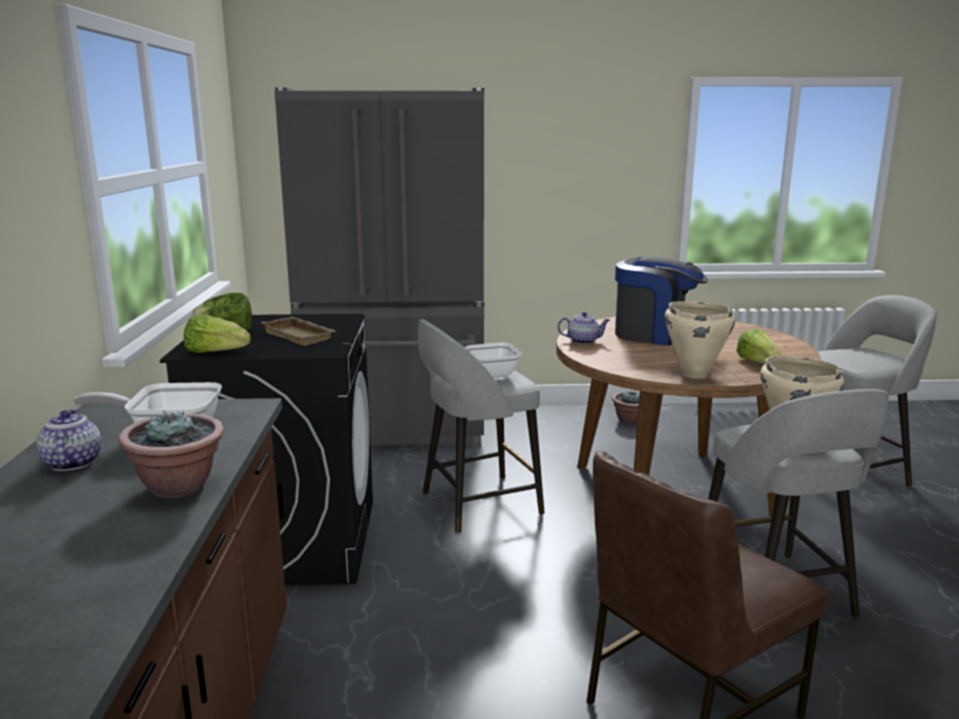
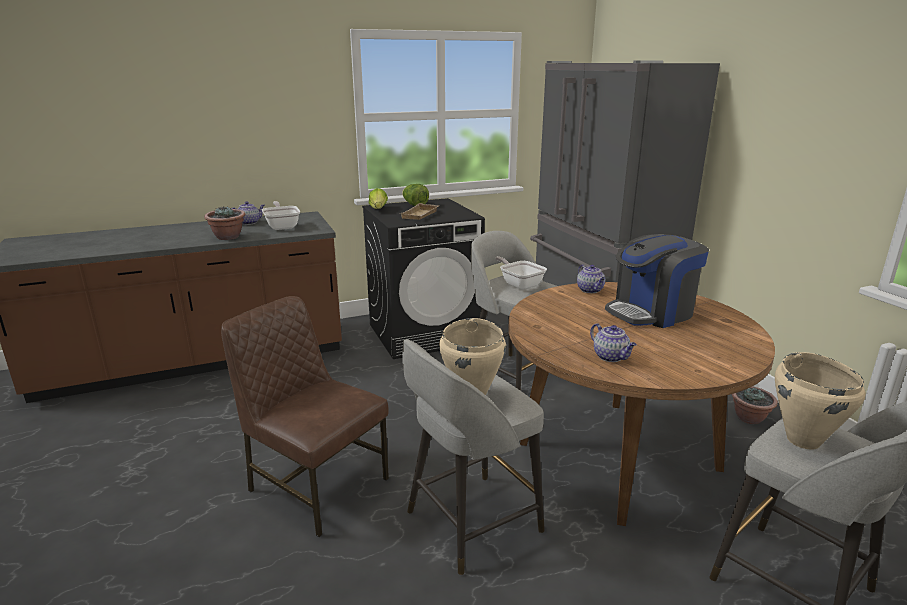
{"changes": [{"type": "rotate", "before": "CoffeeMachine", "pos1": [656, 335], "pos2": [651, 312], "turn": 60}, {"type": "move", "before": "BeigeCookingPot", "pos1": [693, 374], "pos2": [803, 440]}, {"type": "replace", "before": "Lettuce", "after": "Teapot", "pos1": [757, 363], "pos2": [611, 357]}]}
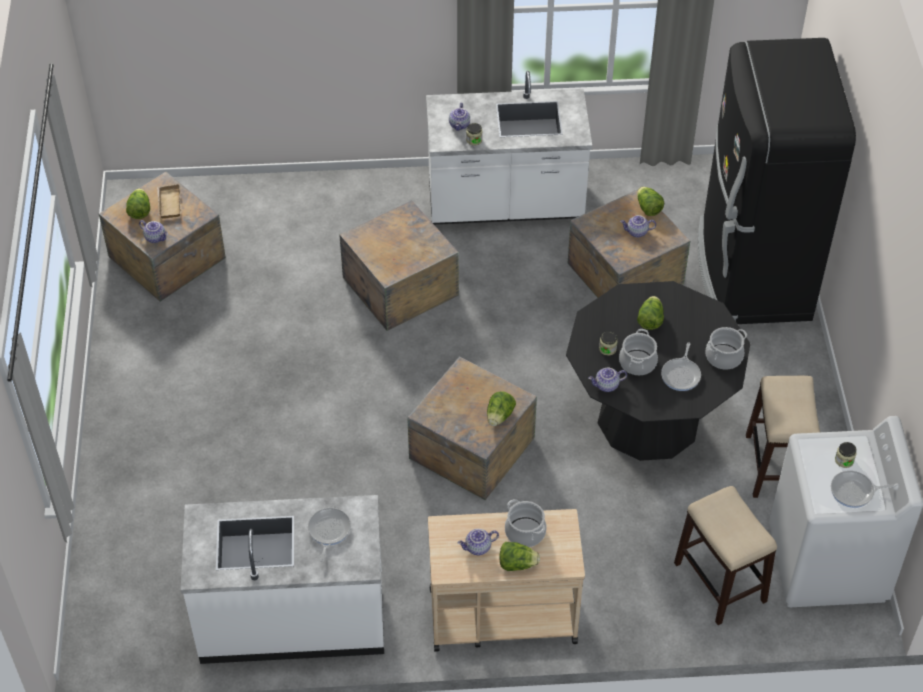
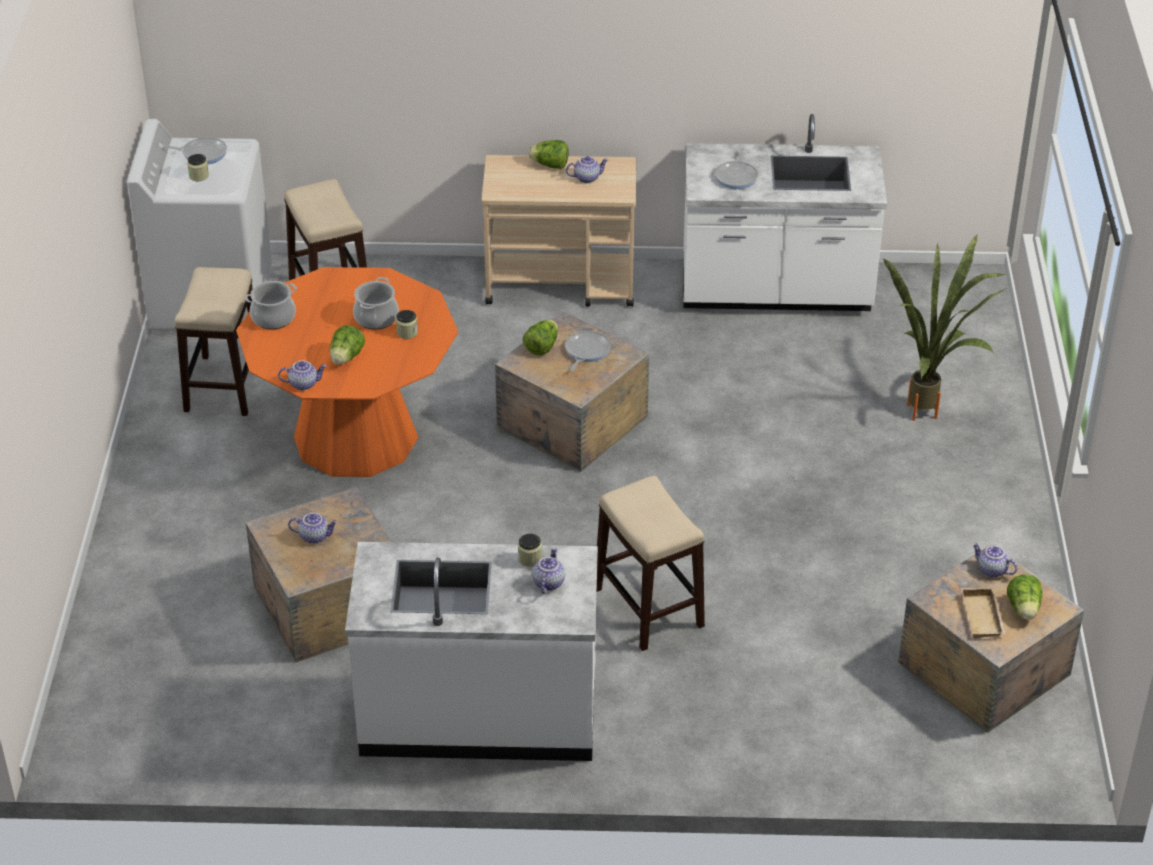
{"changes": [{"type": "delete", "before": "BlackFridge", "pos1": [751, 272]}, {"type": "delete", "before": "Lettuce", "pos1": [648, 208]}, {"type": "replace", "before": "Crate", "after": "Stool", "pos1": [398, 286], "pos2": [649, 608]}, {"type": "recolor", "before": "BlackDiningTable", "after": "OrangeDiningTable", "pos1": [648, 419], "pos2": [356, 437]}, {"type": "move", "before": "FryingPan", "pos1": [681, 374], "pos2": [586, 351]}, {"type": "move", "before": "Teapot", "pos1": [606, 386], "pos2": [303, 383]}, {"type": "delete", "before": "CookingPot", "pos1": [525, 532]}, {"type": "insert", "after": "PottedPlant", "pos2": [932, 413]}]}
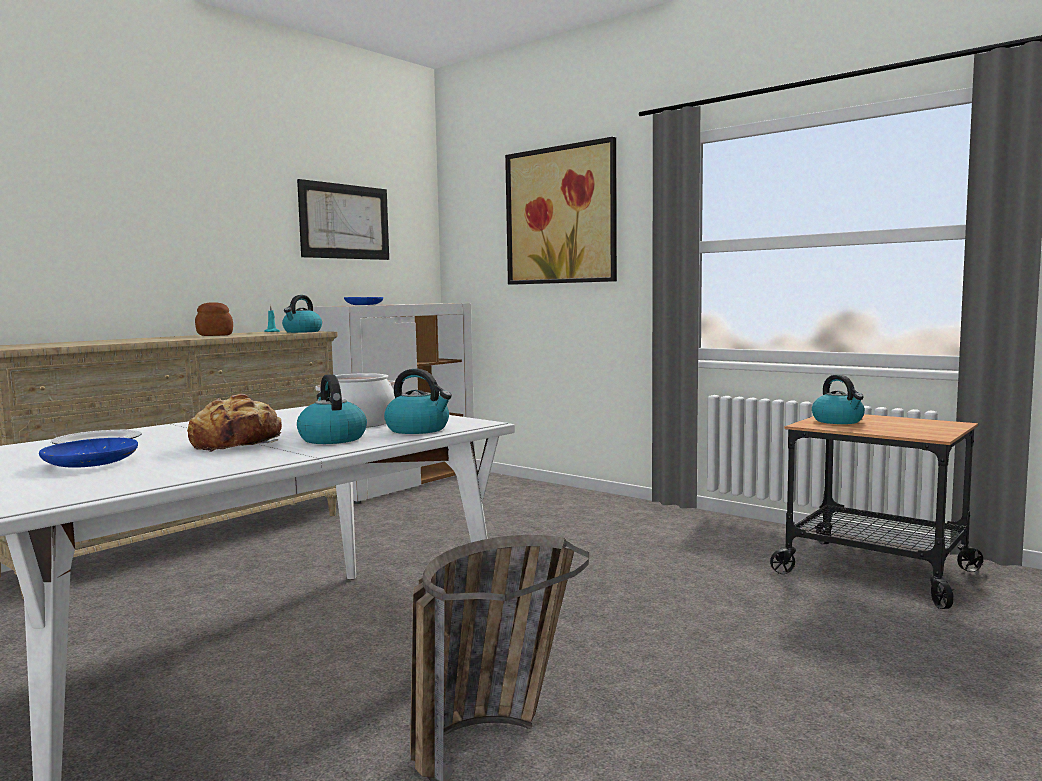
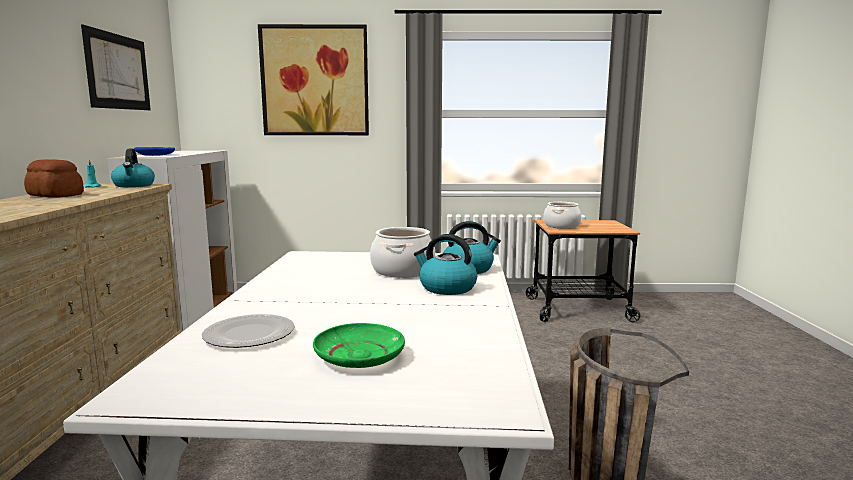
{"changes": [{"type": "replace", "before": "Kettle", "after": "CookingPot", "pos1": [838, 421], "pos2": [561, 226]}, {"type": "delete", "before": "Bread", "pos1": [237, 444]}, {"type": "recolor", "before": "BluePlate", "after": "GreenPlate", "pos1": [91, 463], "pos2": [360, 356]}]}
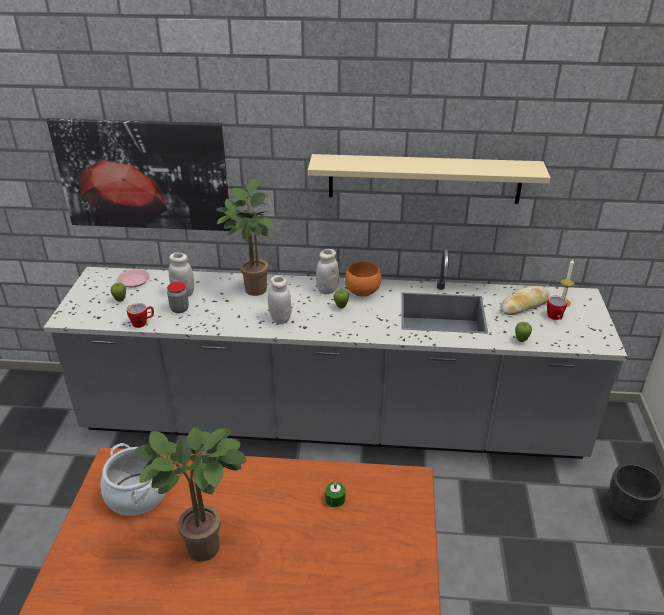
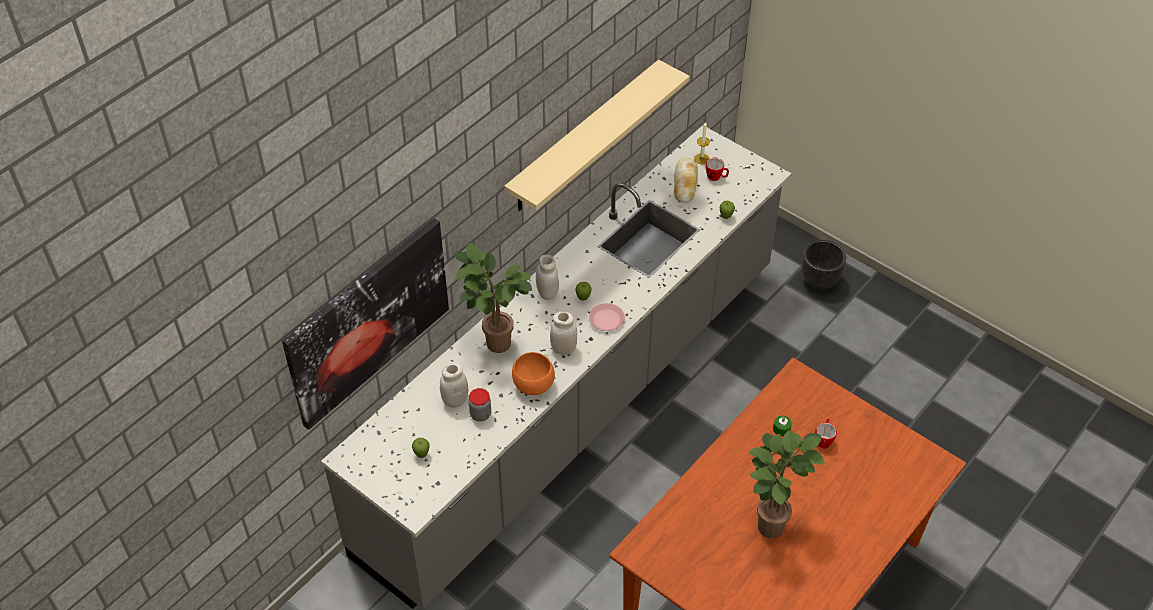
{"changes": [{"type": "move", "before": "OrangeBowl", "pos1": [361, 292], "pos2": [533, 386]}, {"type": "move", "before": "PinkPlate", "pos1": [134, 281], "pos2": [607, 320]}, {"type": "move", "before": "Mug", "pos1": [142, 323], "pos2": [823, 439]}, {"type": "delete", "before": "CookingPot", "pos1": [137, 494]}]}
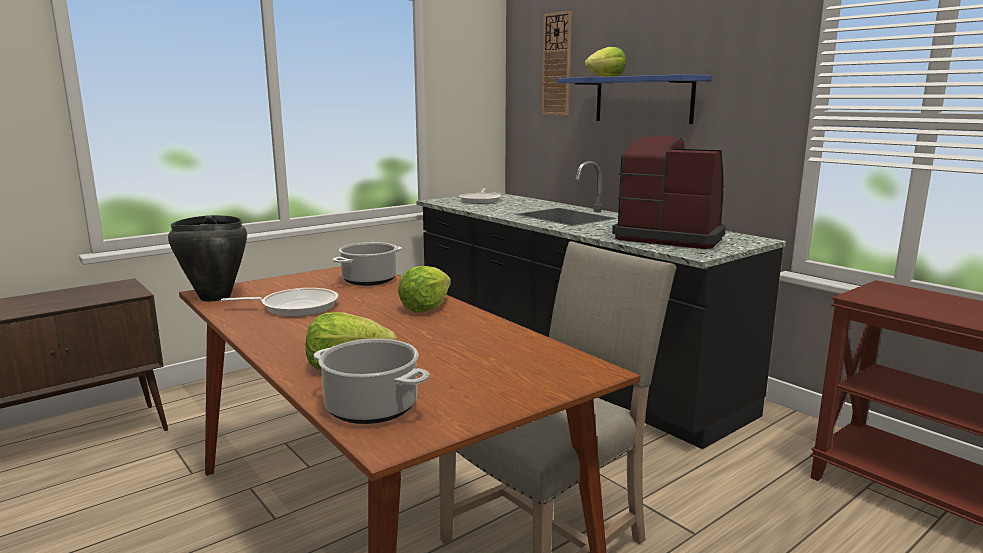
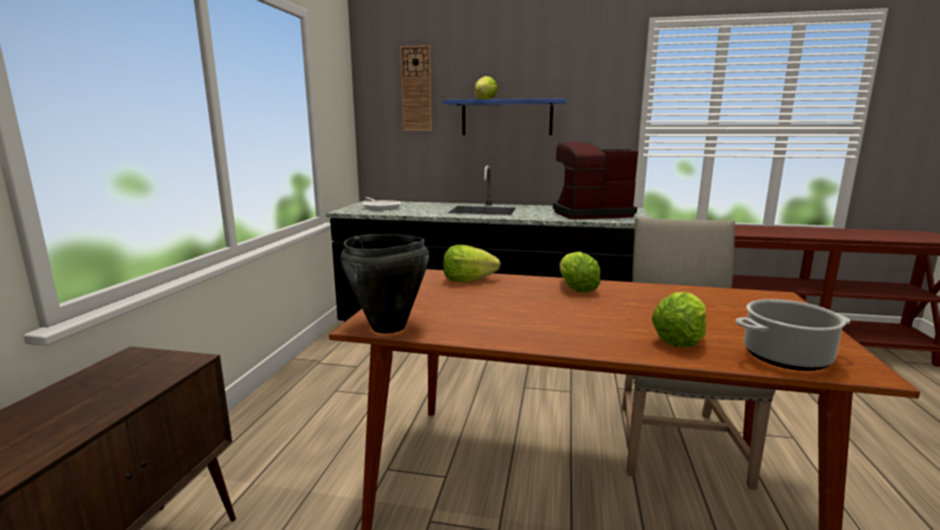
{"changes": [{"type": "replace", "before": "CookingPot", "after": "Lettuce", "pos1": [370, 280], "pos2": [468, 280]}, {"type": "delete", "before": "FryingPan", "pos1": [295, 307]}]}
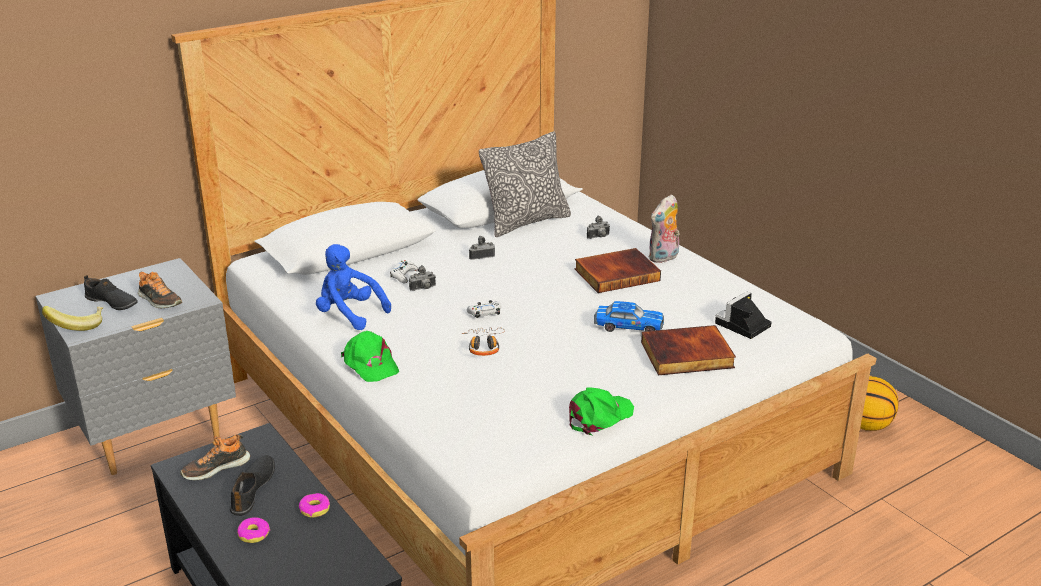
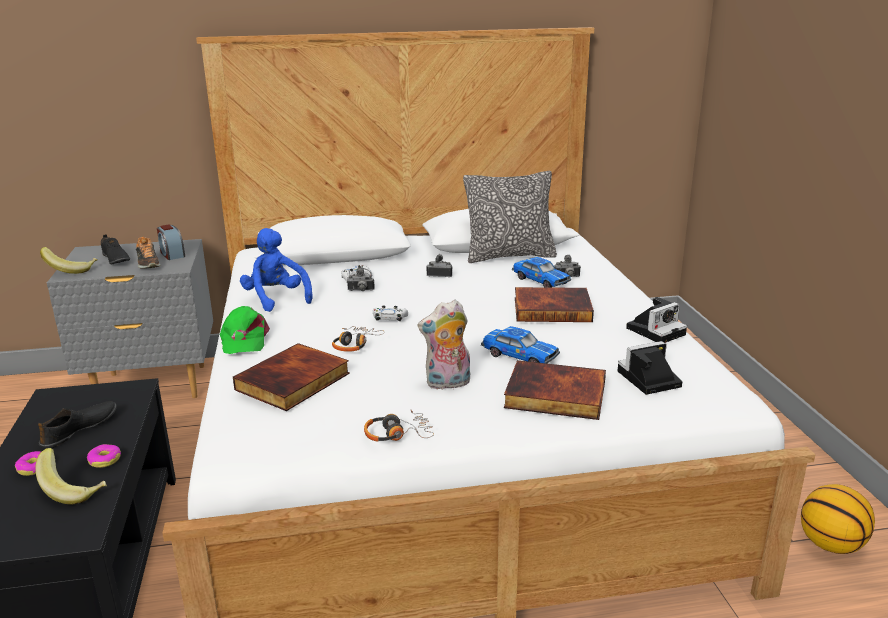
{"changes": [{"type": "move", "before": "PlushToy", "pos1": [664, 258], "pos2": [447, 384]}, {"type": "replace", "before": "GreenCap", "after": "Headphones", "pos1": [599, 417], "pos2": [398, 434]}, {"type": "delete", "before": "Shoe", "pos1": [215, 468]}, {"type": "insert", "after": "AlarmClock", "pos2": [172, 254]}, {"type": "insert", "after": "ToyCar", "pos2": [540, 280]}, {"type": "insert", "after": "PhotoCamera", "pos2": [656, 330]}, {"type": "insert", "after": "Book", "pos2": [294, 382]}, {"type": "insert", "after": "Banana", "pos2": [75, 490]}]}
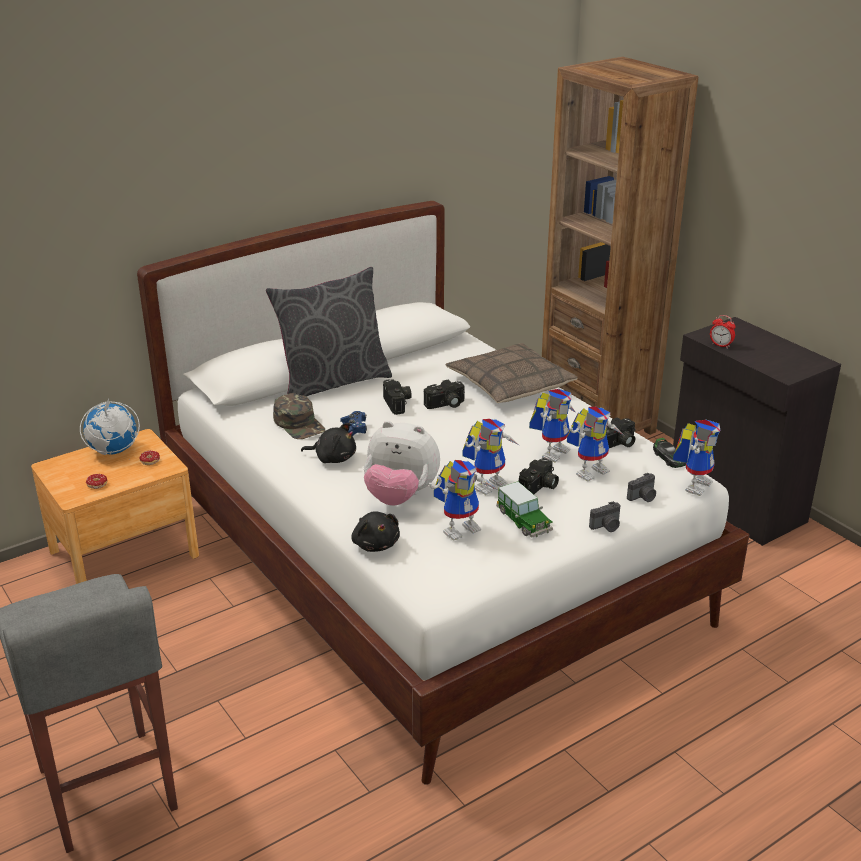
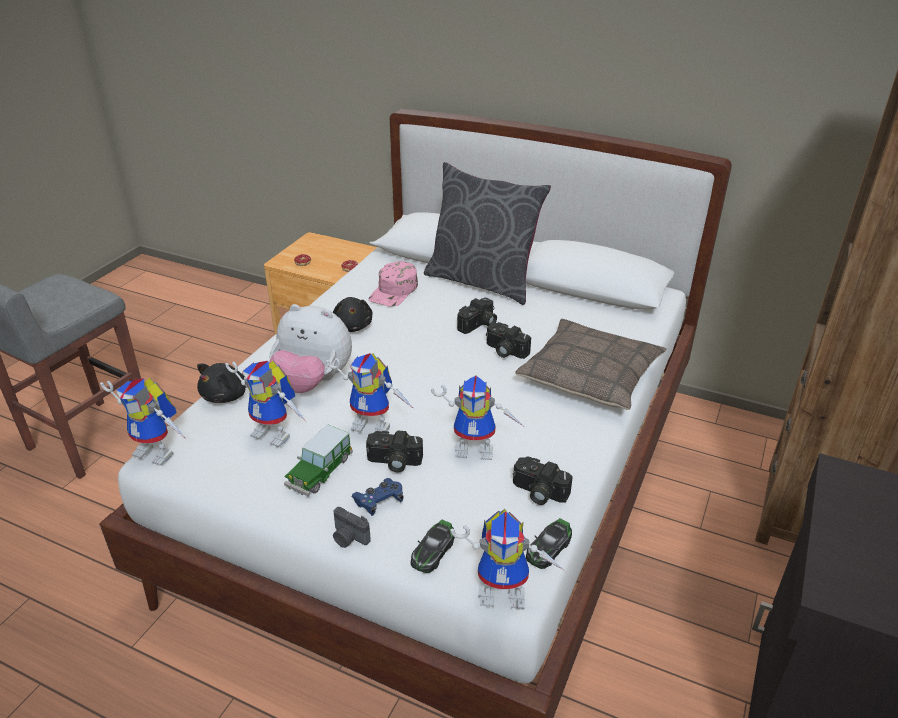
{"changes": [{"type": "delete", "before": "AlarmClock", "pos1": [720, 345]}, {"type": "recolor", "before": "GreenCap", "after": "PinkCap", "pos1": [299, 424], "pos2": [394, 291]}, {"type": "delete", "before": "Globe", "pos1": [113, 451]}, {"type": "move", "before": "ToyRobot", "pos1": [591, 470], "pos2": [160, 451]}, {"type": "move", "before": "BlueGameController", "pos1": [353, 430], "pos2": [379, 502]}, {"type": "rotate", "before": "PlushToy", "pos1": [400, 496], "pos2": [313, 382], "turn": -60}, {"type": "replace", "before": "PhotoCamera", "after": "ToyCar", "pos1": [643, 497], "pos2": [433, 550]}]}
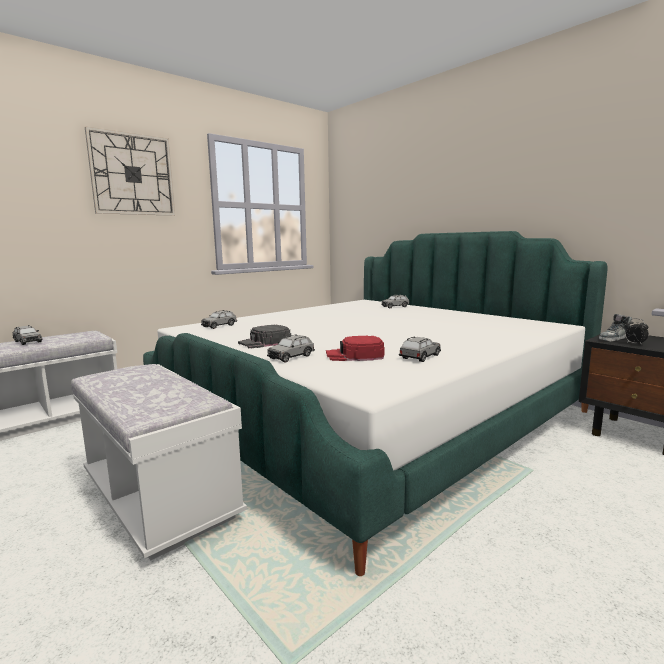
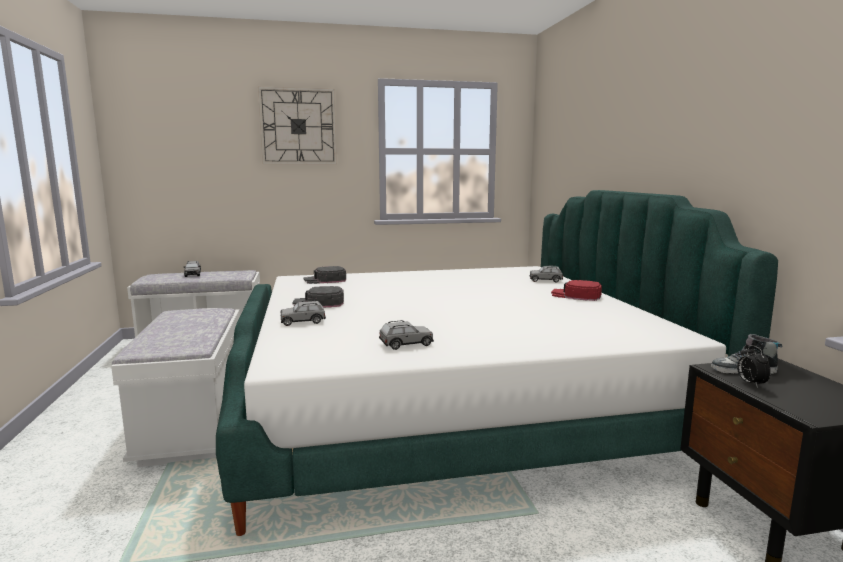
{"changes": [{"type": "replace", "before": "GreyToyCar", "after": "BlackCap", "pos1": [219, 326], "pos2": [325, 280]}, {"type": "move", "before": "RedCap", "pos1": [355, 355], "pos2": [576, 295]}]}
